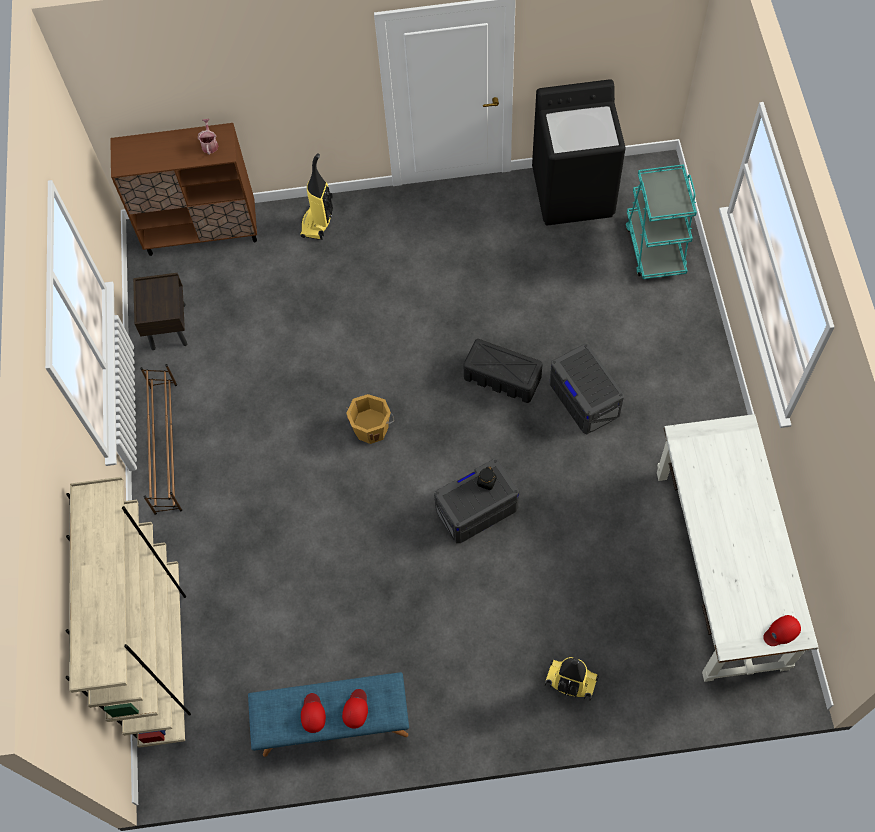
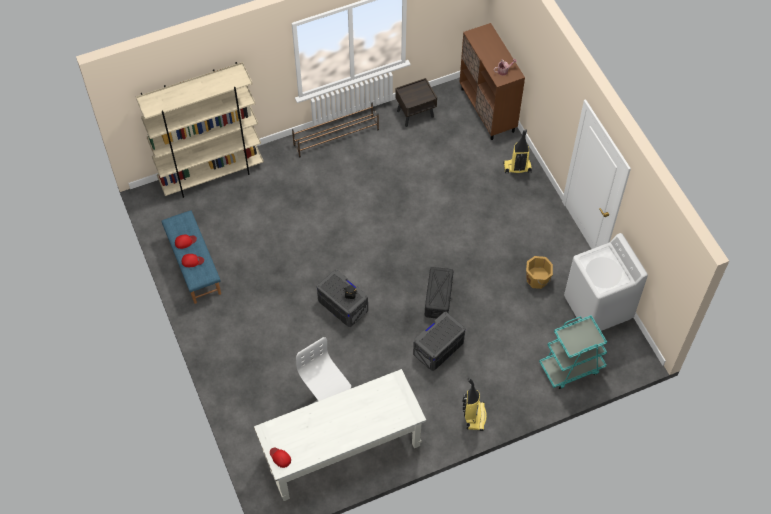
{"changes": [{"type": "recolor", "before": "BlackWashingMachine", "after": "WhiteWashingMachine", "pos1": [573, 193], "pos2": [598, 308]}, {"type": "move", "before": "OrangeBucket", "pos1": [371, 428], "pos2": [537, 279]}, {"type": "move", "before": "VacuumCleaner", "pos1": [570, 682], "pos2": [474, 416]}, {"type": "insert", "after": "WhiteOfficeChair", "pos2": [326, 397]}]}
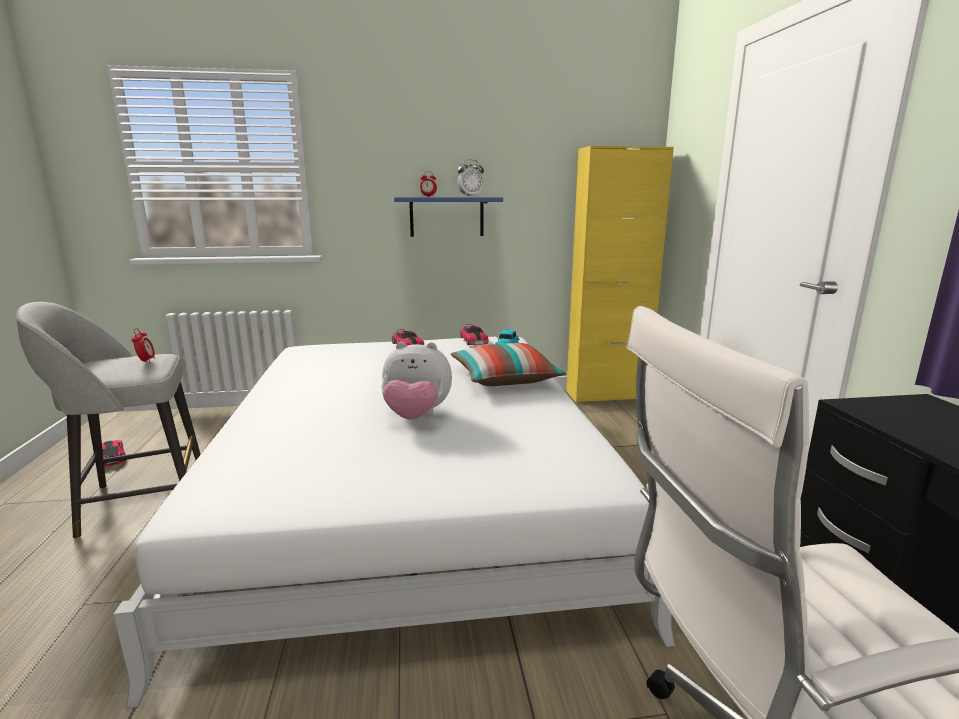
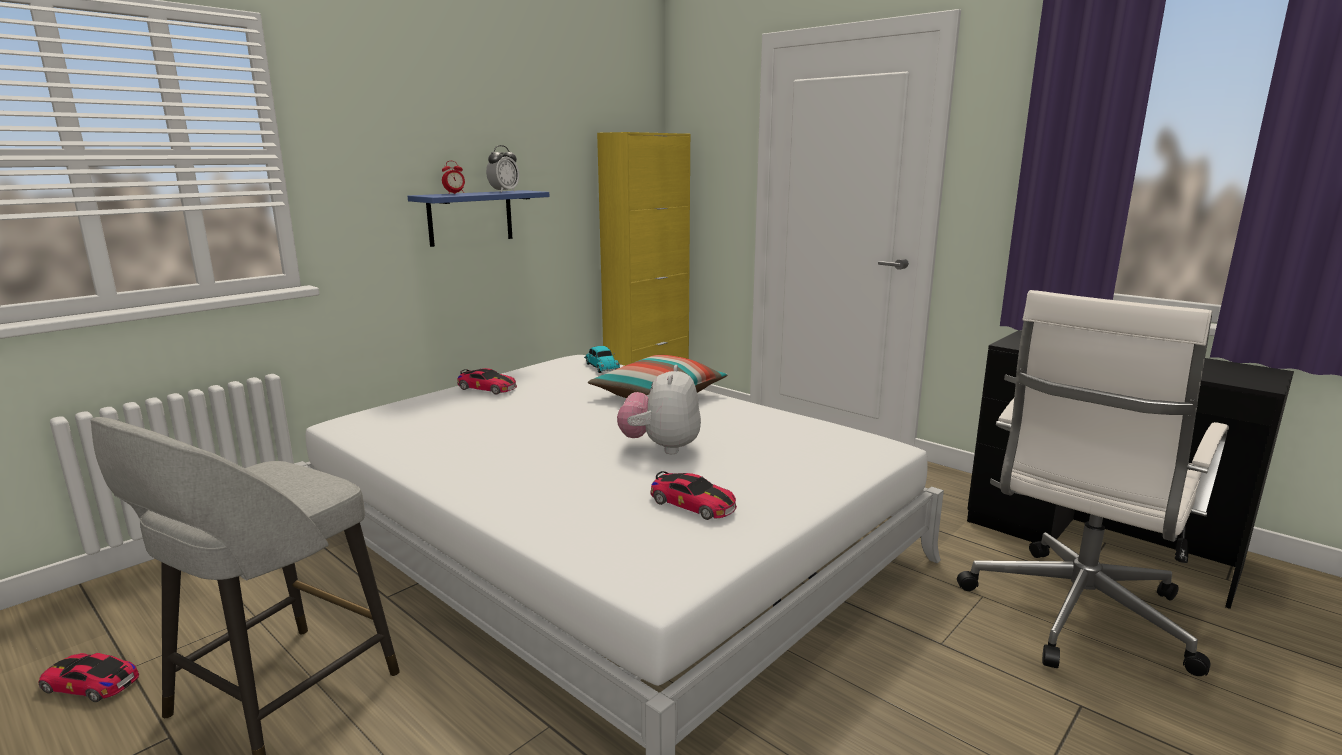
{"changes": [{"type": "move", "before": "ToyCar", "pos1": [473, 340], "pos2": [693, 504]}, {"type": "delete", "before": "AlarmClock", "pos1": [146, 361]}, {"type": "rotate", "before": "PlushToy", "pos1": [416, 416], "pos2": [661, 447], "turn": 135}]}
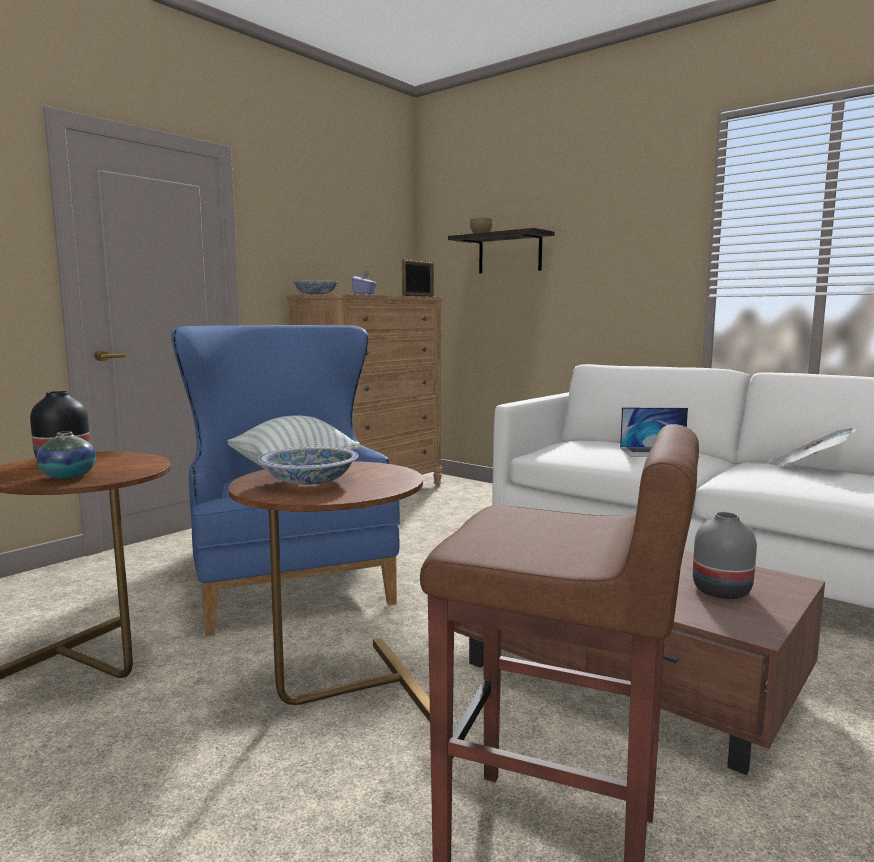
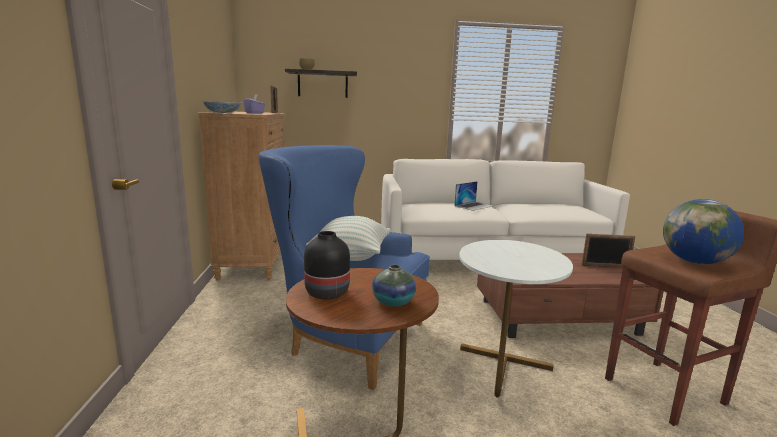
{"changes": [{"type": "delete", "before": "Newspaper", "pos1": [806, 467]}, {"type": "delete", "before": "Bowl", "pos1": [310, 482]}, {"type": "recolor", "before": "BrownSideTable", "after": "WhiteSideTable", "pos1": [337, 694], "pos2": [500, 381]}, {"type": "replace", "before": "GreyVase", "after": "PictureFrame", "pos1": [723, 591], "pos2": [605, 266]}, {"type": "insert", "after": "Globe", "pos2": [695, 262]}]}
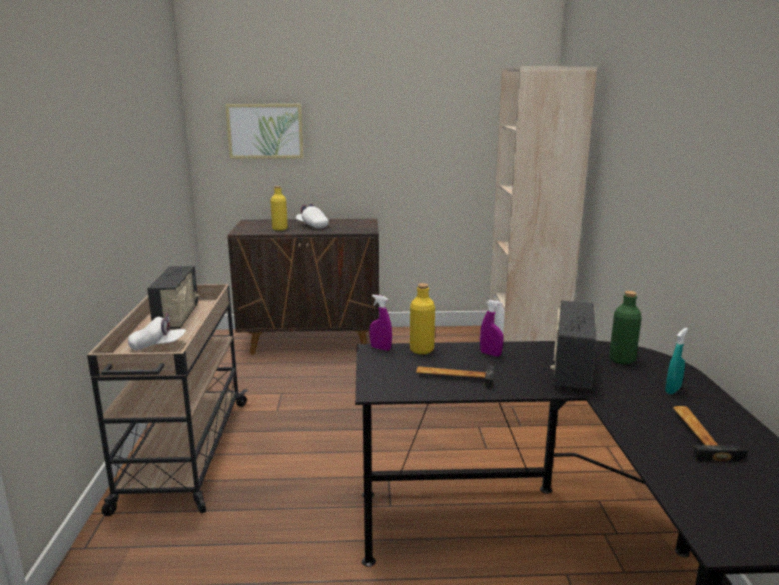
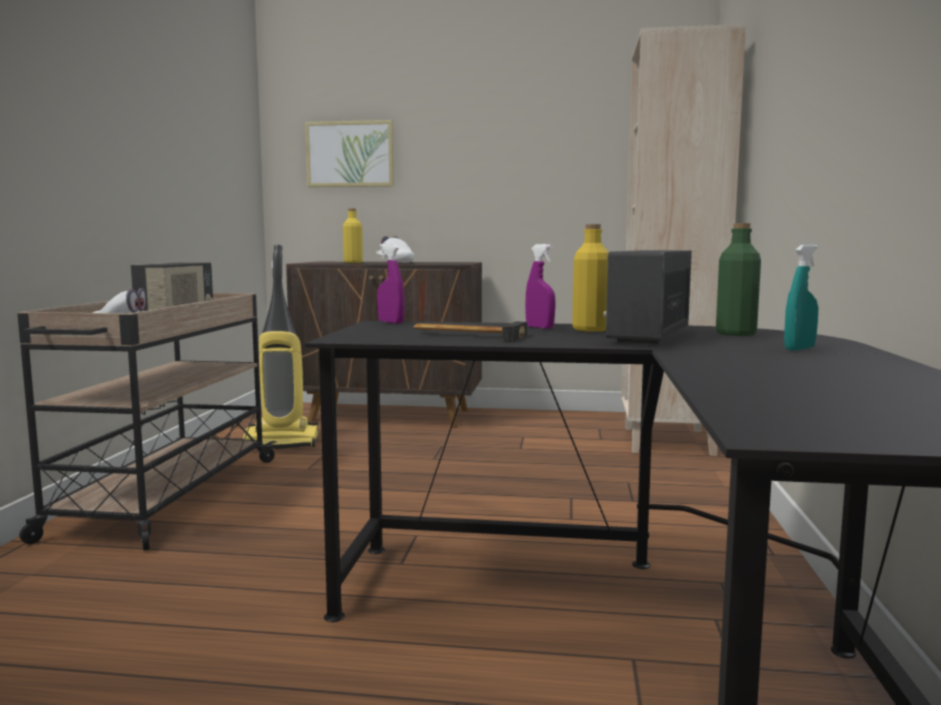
{"changes": [{"type": "move", "before": "YellowBottle", "pos1": [421, 350], "pos2": [590, 329]}, {"type": "delete", "before": "Hammer", "pos1": [700, 435]}, {"type": "insert", "after": "VacuumCleaner", "pos2": [282, 442]}]}
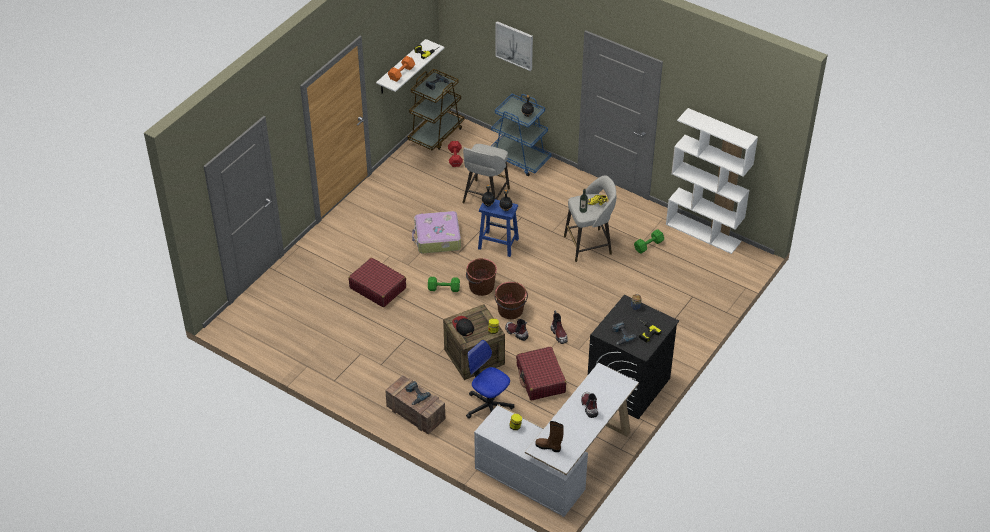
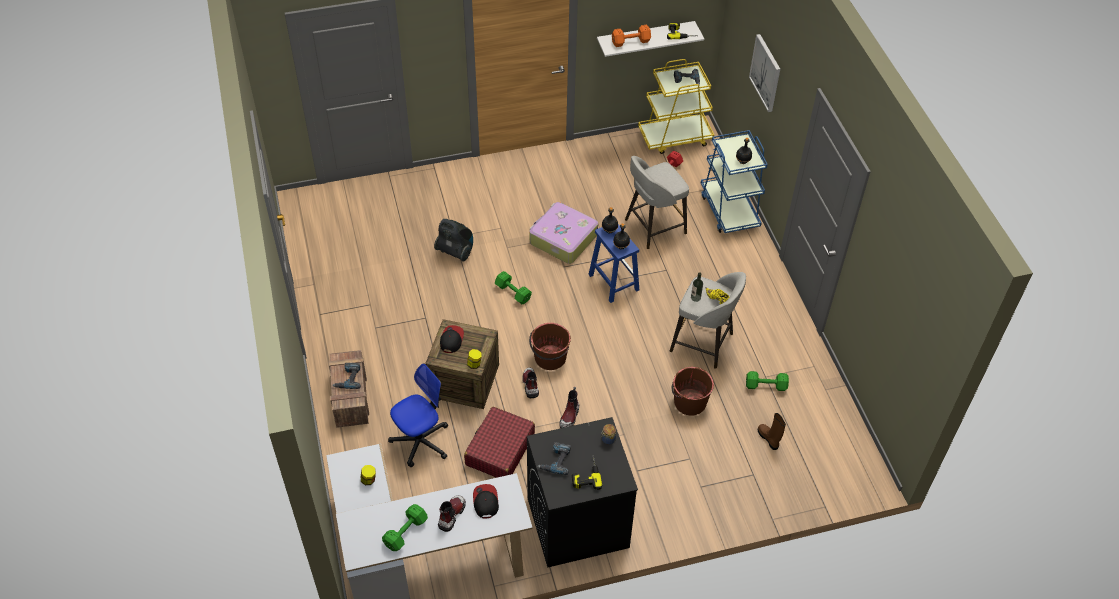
{"changes": [{"type": "recolor", "before": "BrownCart", "after": "YellowCart", "pos1": [436, 134], "pos2": [675, 137]}, {"type": "delete", "before": "WhiteBookcase", "pos1": [703, 233]}, {"type": "replace", "before": "RedSuitcase", "after": "VacuumCleaner", "pos1": [377, 288], "pos2": [455, 251]}, {"type": "move", "before": "BrownBucket", "pos1": [481, 287], "pos2": [689, 402]}, {"type": "rotate", "before": "OfficeChair", "pos1": [488, 406], "pos2": [421, 441], "turn": 60}, {"type": "move", "before": "BrownBoot", "pos1": [549, 447], "pos2": [768, 439]}, {"type": "insert", "after": "Cap", "pos2": [485, 502]}, {"type": "insert", "after": "GreenDumbbell", "pos2": [406, 532]}]}
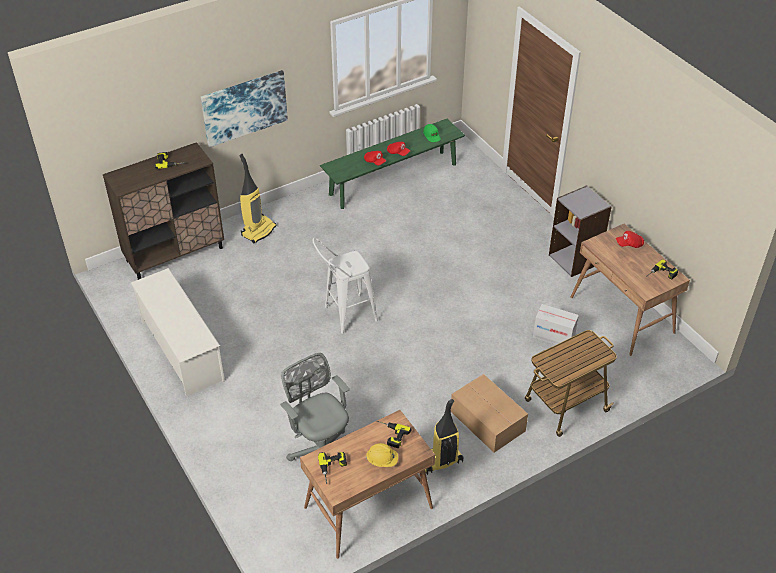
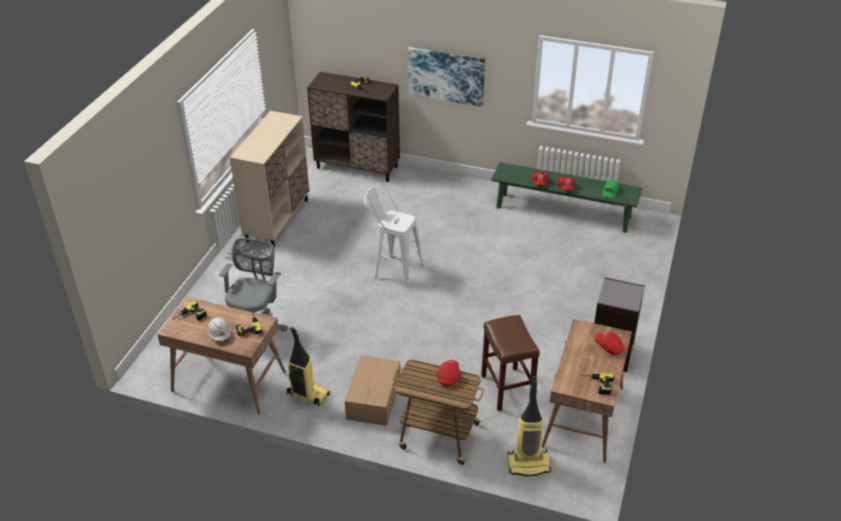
{"changes": [{"type": "move", "before": "VacuumCleaner", "pos1": [258, 230], "pos2": [528, 463]}, {"type": "replace", "before": "WhiteShoeRack", "after": "BeigeCabinet", "pos1": [181, 350], "pos2": [277, 220]}, {"type": "replace", "before": "CardboardBox", "after": "BrownStool", "pos1": [553, 336], "pos2": [506, 388]}, {"type": "recolor", "before": "YellowHardHat", "after": "WhiteHardHat", "pos1": [382, 460], "pos2": [220, 335]}, {"type": "insert", "after": "RedCap", "pos2": [449, 377]}]}
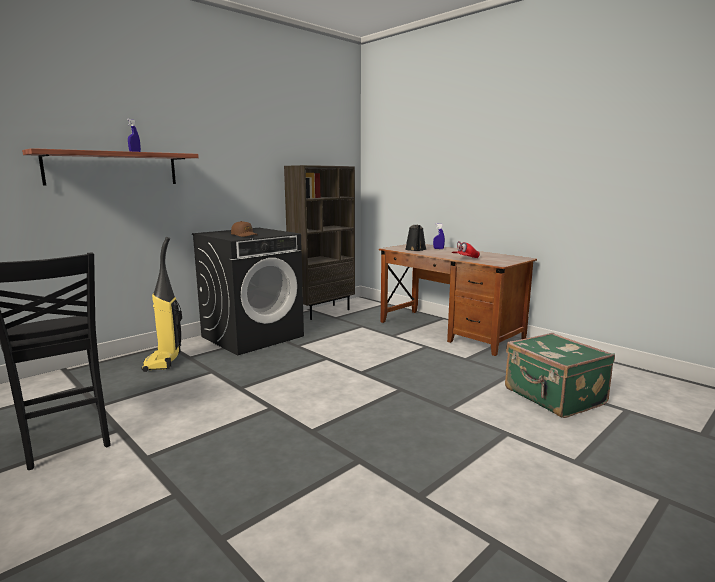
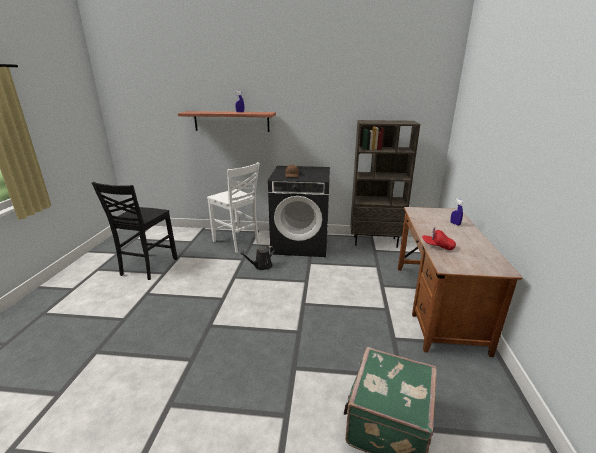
{"changes": [{"type": "move", "before": "BlackWateringCan", "pos1": [416, 249], "pos2": [261, 266]}, {"type": "replace", "before": "VacuumCleaner", "after": "WhiteChair", "pos1": [163, 362], "pos2": [237, 242]}]}
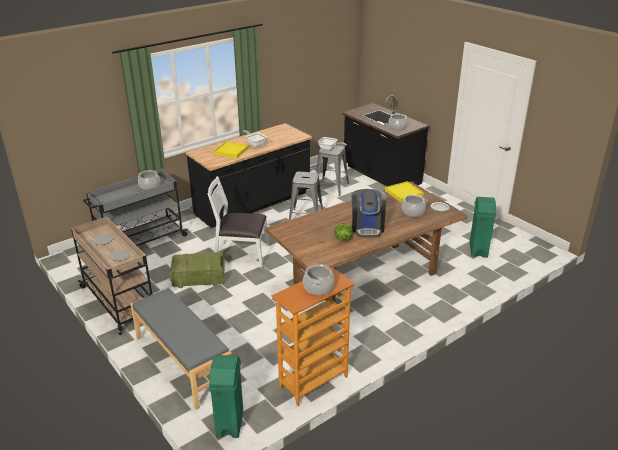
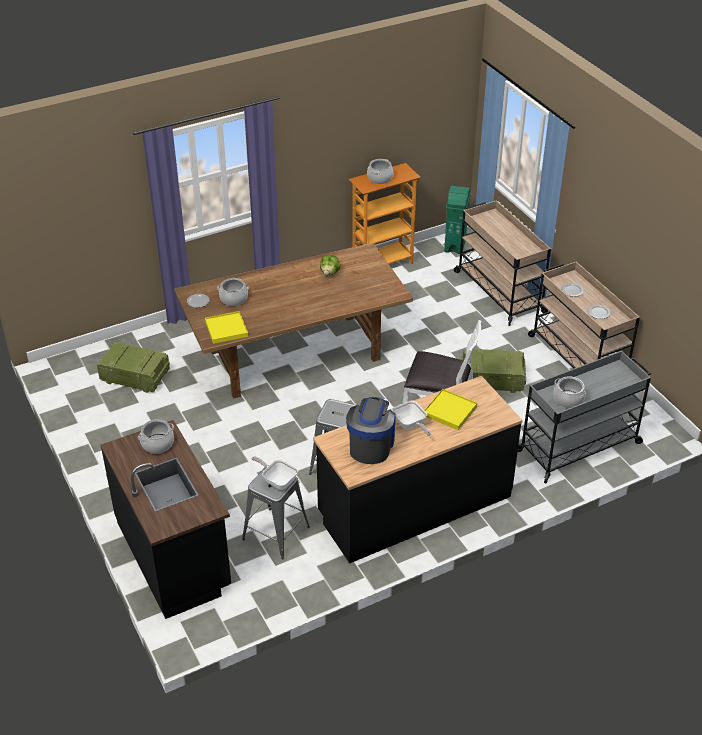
{"changes": [{"type": "move", "before": "CoffeeMachine", "pos1": [367, 227], "pos2": [371, 445]}, {"type": "replace", "before": "GreenTrashCan", "after": "Crate", "pos1": [478, 250], "pos2": [136, 376]}, {"type": "replace", "before": "GreyBench", "after": "BeigeCart", "pos1": [182, 362], "pos2": [498, 291]}]}
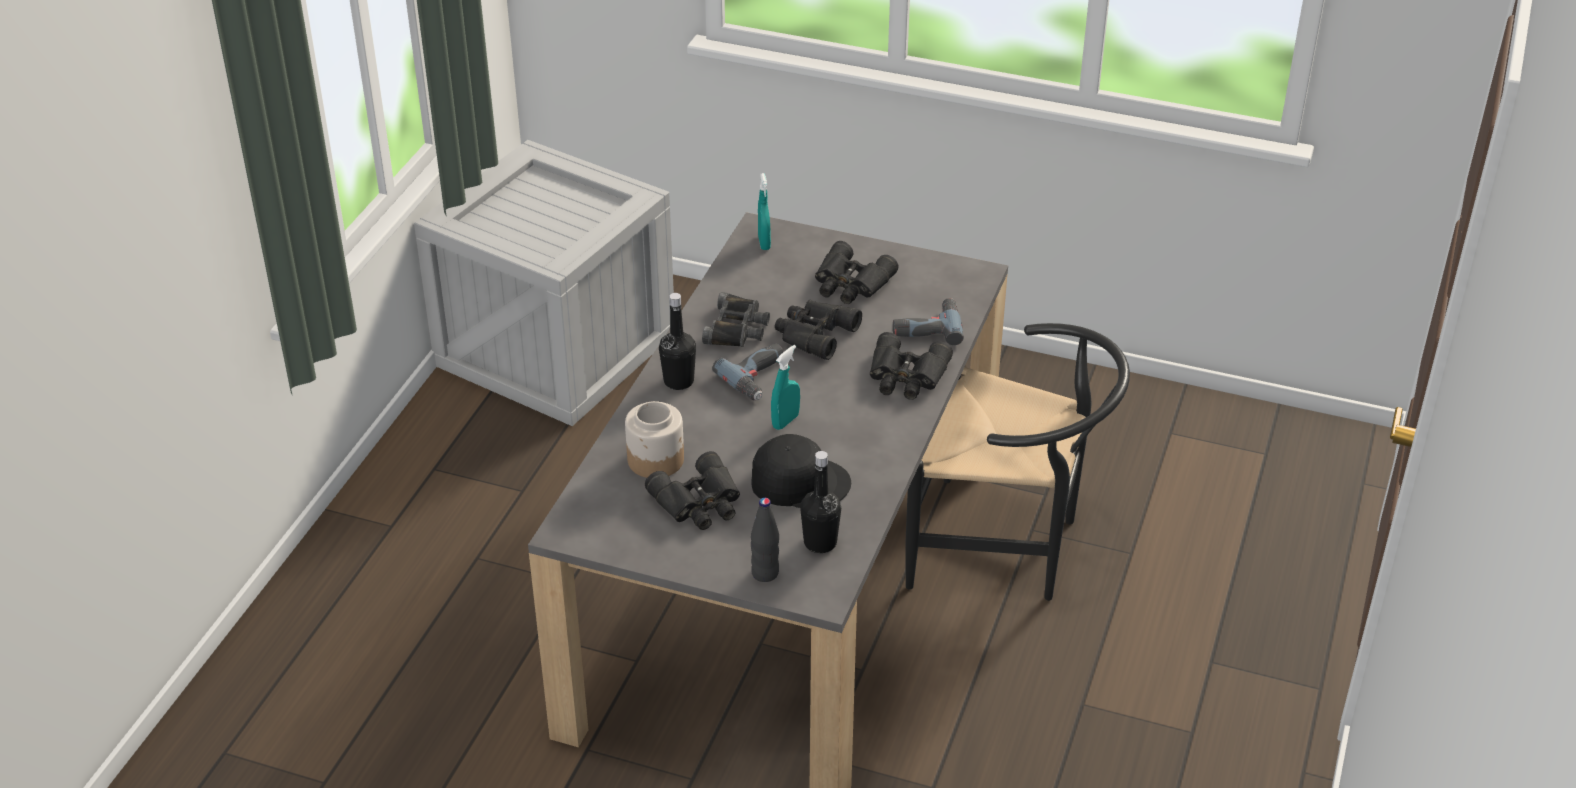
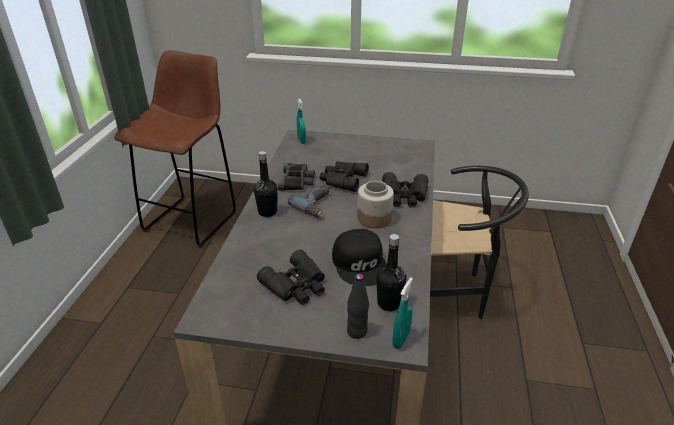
{"changes": [{"type": "replace", "before": "Crate", "after": "BrownStool", "pos1": [556, 349], "pos2": [192, 220]}, {"type": "delete", "before": "BlackBinoculars", "pos1": [850, 284]}, {"type": "delete", "before": "PowerDrill", "pos1": [926, 327]}, {"type": "move", "before": "TurquoiseSprayBottle", "pos1": [785, 421], "pos2": [401, 340]}, {"type": "move", "before": "Jar", "pos1": [656, 460], "pos2": [374, 218]}, {"type": "rotate", "before": "BlackCap", "pos1": [799, 481], "pos2": [361, 263], "turn": 75}]}
